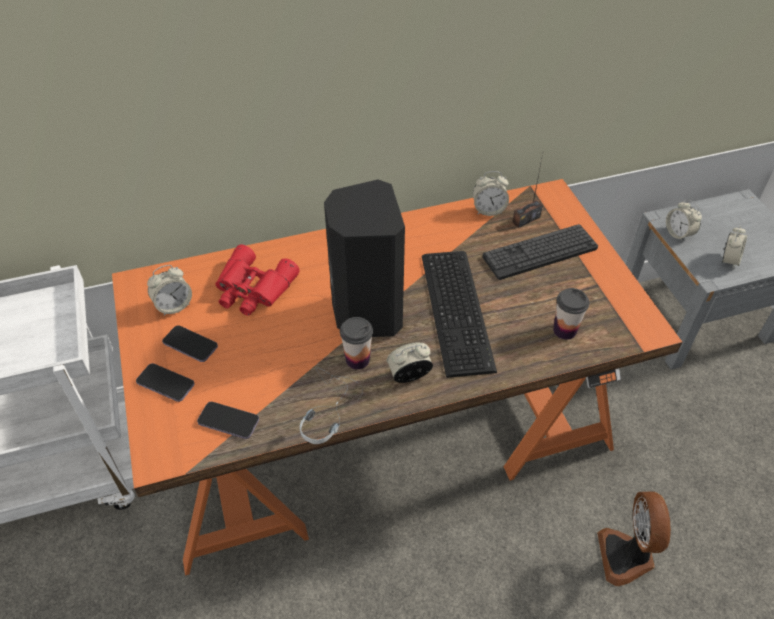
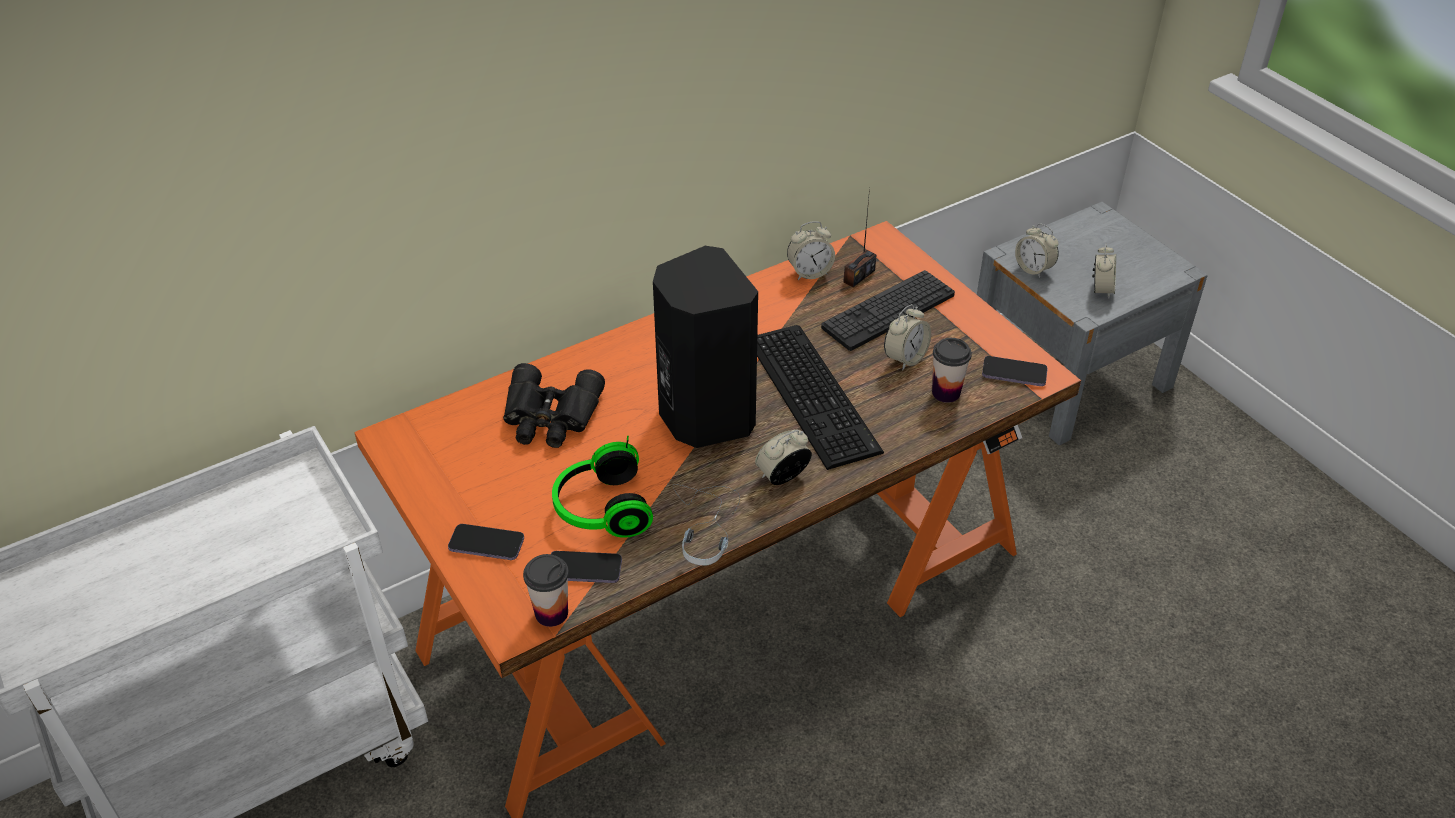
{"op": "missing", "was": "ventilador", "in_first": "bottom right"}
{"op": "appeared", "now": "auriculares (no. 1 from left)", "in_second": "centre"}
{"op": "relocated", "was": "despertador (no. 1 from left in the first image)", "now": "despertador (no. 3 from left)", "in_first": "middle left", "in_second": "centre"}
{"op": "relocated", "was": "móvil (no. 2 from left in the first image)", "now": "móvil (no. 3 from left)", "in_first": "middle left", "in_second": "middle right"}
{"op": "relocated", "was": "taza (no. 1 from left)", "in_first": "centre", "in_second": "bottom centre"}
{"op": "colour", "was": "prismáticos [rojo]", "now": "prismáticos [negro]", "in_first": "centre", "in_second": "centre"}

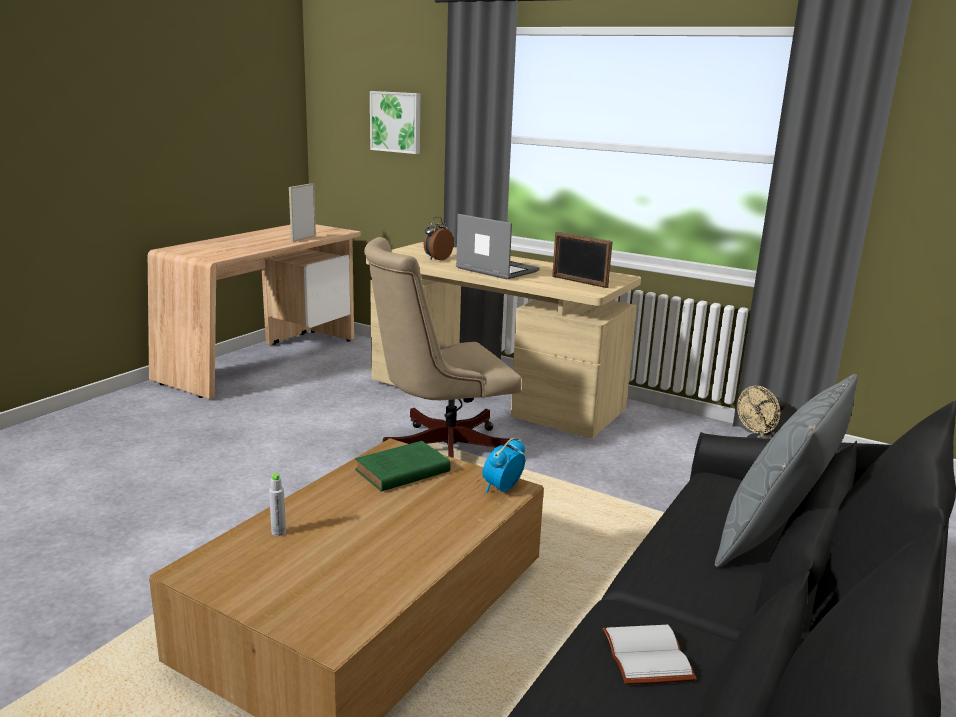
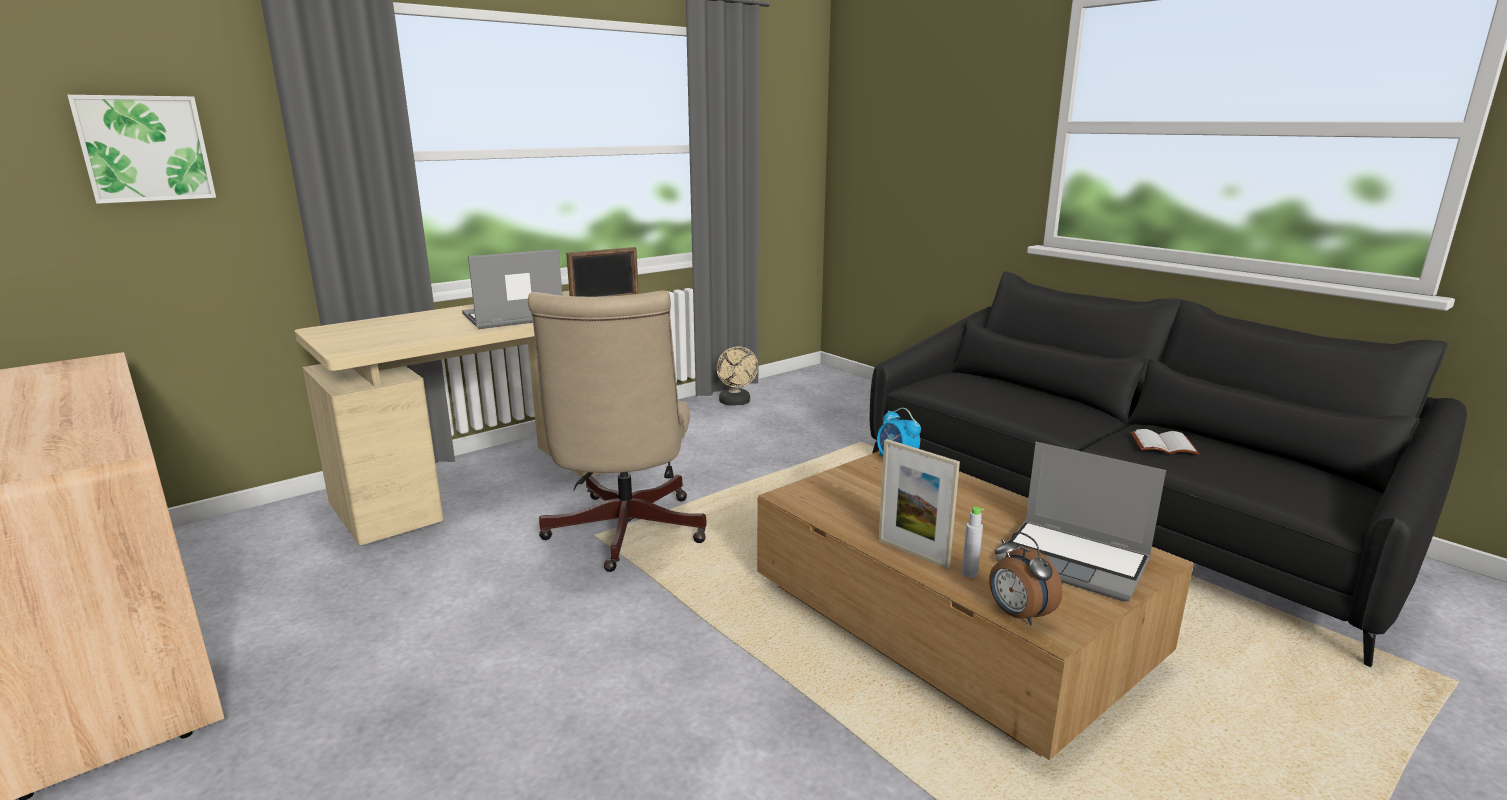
{"op": "missing", "was": "libro [verde]", "in_first": "centre"}
{"op": "missing", "was": "cojín [gris]", "in_first": "middle right"}
{"op": "appeared", "now": "portátil (no. 2 from left)", "in_second": "middle right"}
{"op": "relocated", "was": "portarretratos (no. 1 from left in the first image)", "now": "portarretratos (no. 2 from left)", "in_first": "top left", "in_second": "centre"}
{"op": "relocated", "was": "despertador (no. 1 from left in the first image)", "now": "despertador (no. 2 from left)", "in_first": "top centre", "in_second": "bottom right"}

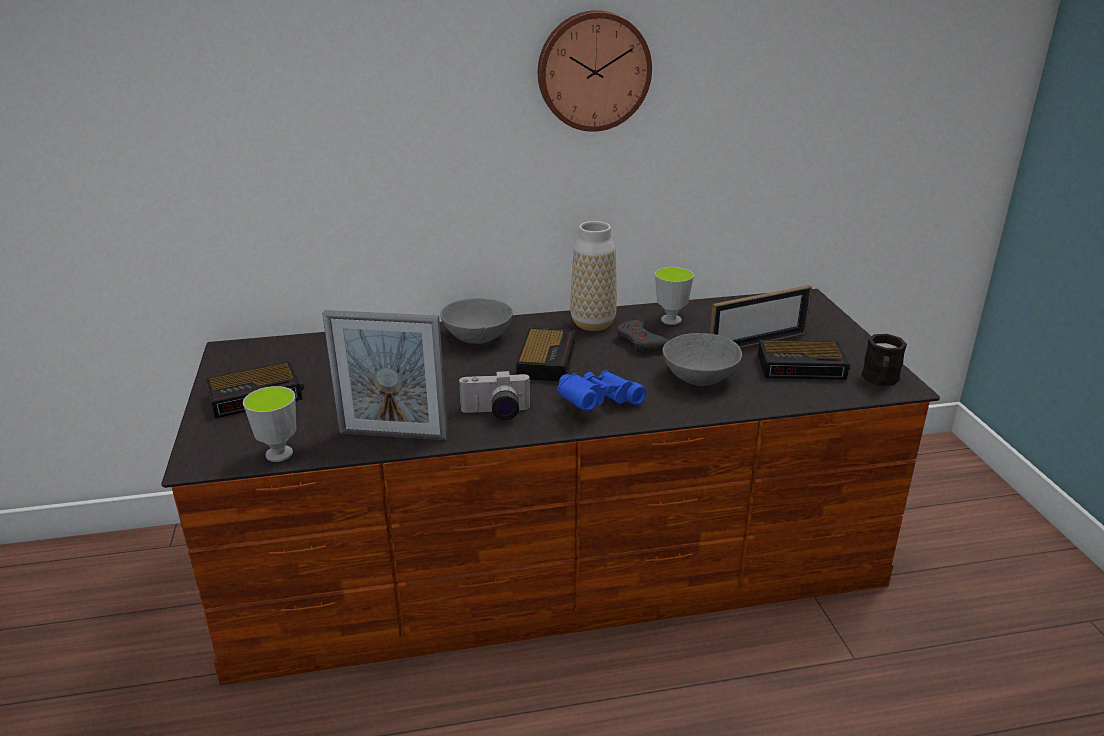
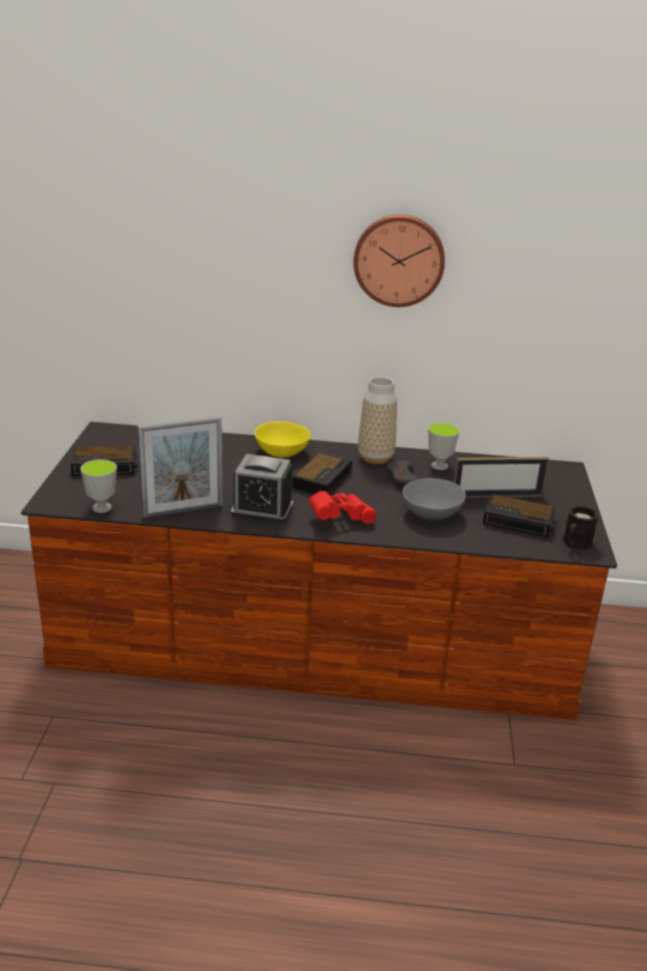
{"op": "exchanged", "was": "cámara", "now": "despertador (no. 2 from left)", "in_first": "centre", "in_second": "centre"}
{"op": "colour", "was": "cuenco [gris] (no. 1 from left)", "now": "cuenco [amarillo]", "in_first": "centre", "in_second": "centre"}
{"op": "colour", "was": "prismáticos [azul]", "now": "prismáticos [rojo]", "in_first": "centre", "in_second": "centre"}
{"op": "spun", "was": "portarretratos (no. 1 from left)", "in_first": "centre", "in_second": "middle left", "clockwise": -45}

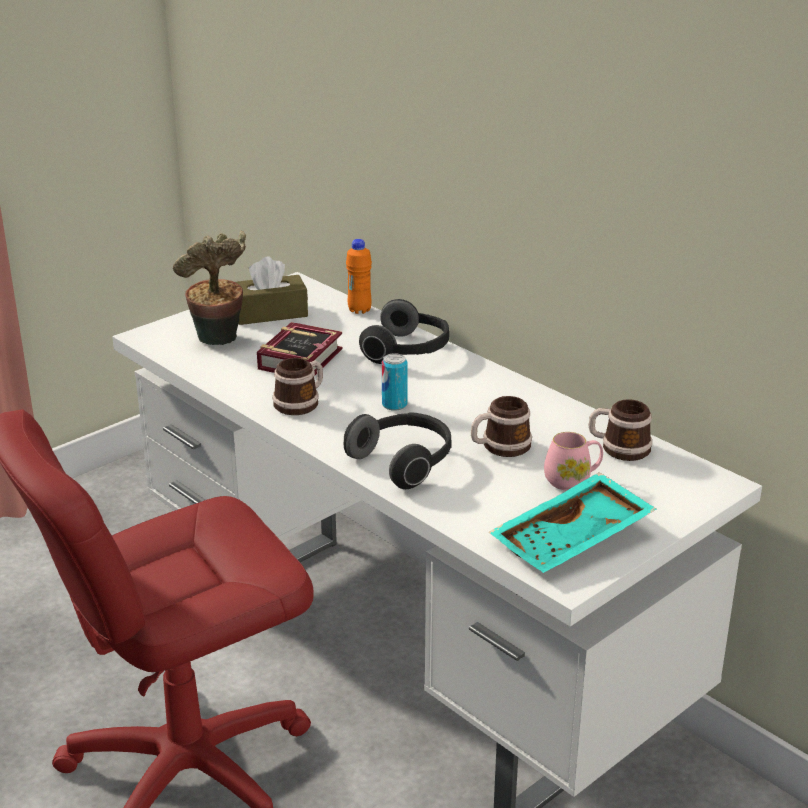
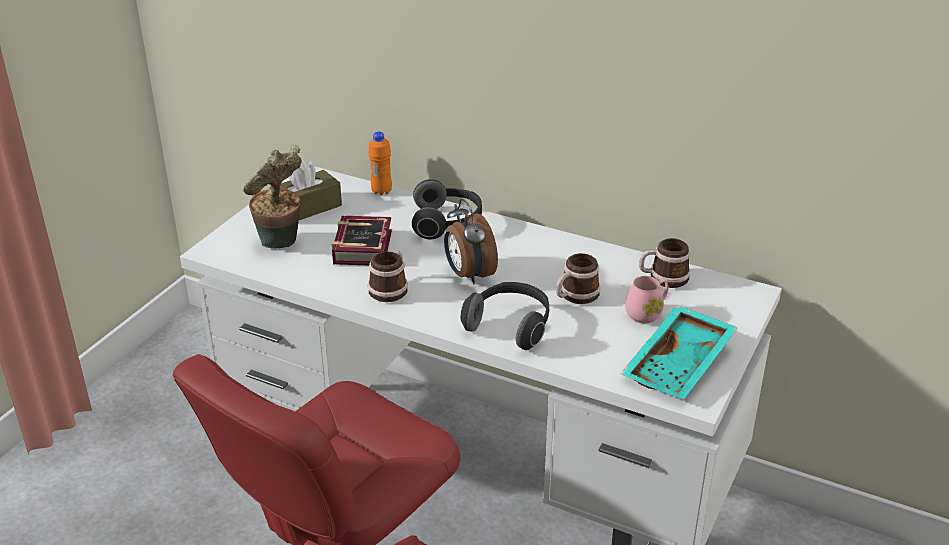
{"op": "exchanged", "was": "lata", "now": "despertador", "in_first": "centre", "in_second": "centre"}

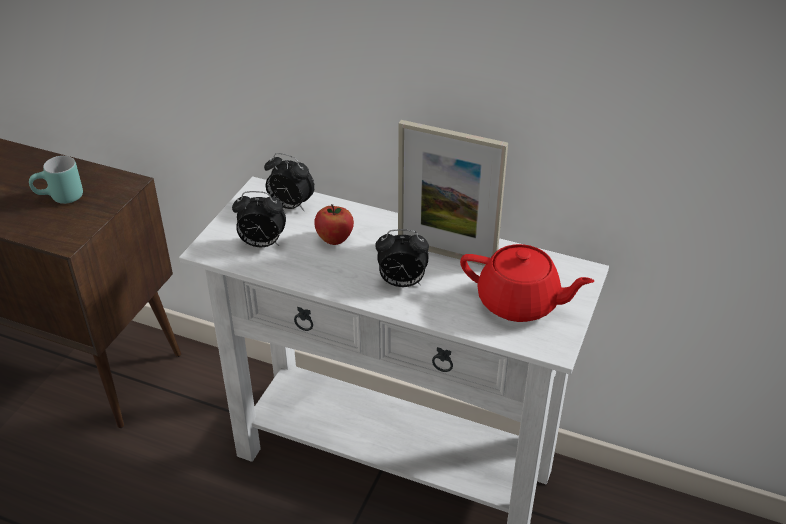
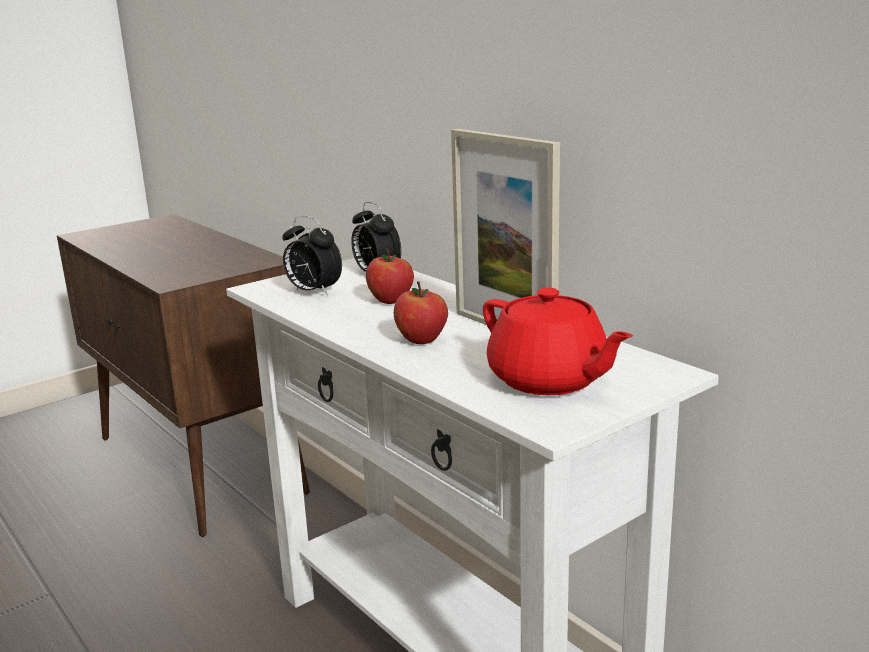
{"op": "missing", "was": "taza grande [turquesa]", "in_first": "middle left"}
{"op": "exchanged", "was": "despertador (no. 3 from left)", "now": "manzana (no. 2 from left)", "in_first": "centre", "in_second": "centre"}

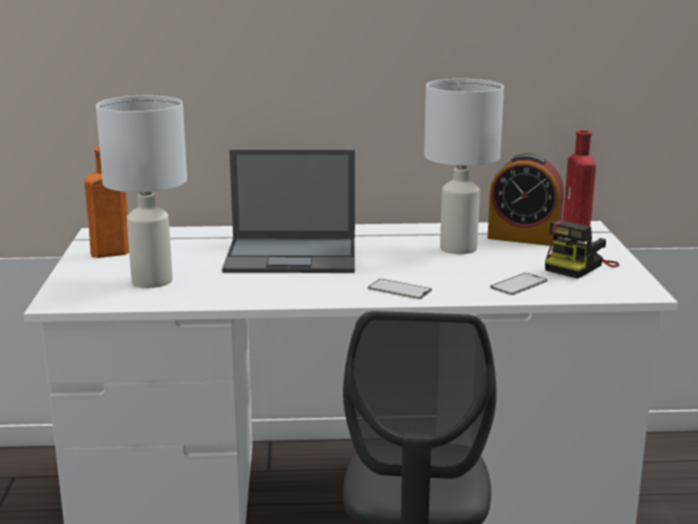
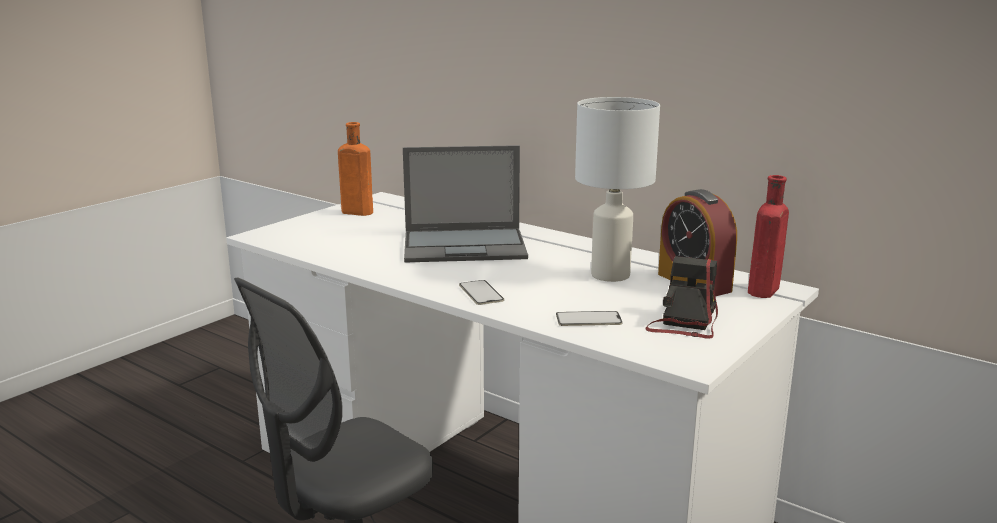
{"op": "missing", "was": "lámpara de mesa [blanco] (no. 1 from left)", "in_first": "middle left"}
{"op": "spun", "was": "portátil", "in_first": "centre", "in_second": "centre", "clockwise": -45}
{"op": "spun", "was": "cámara", "in_first": "middle right", "in_second": "middle right", "clockwise": 120}

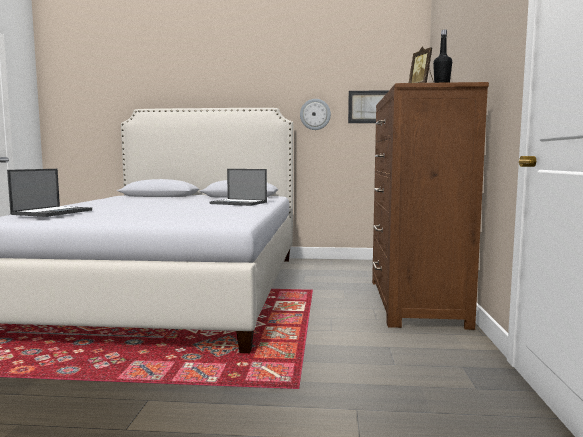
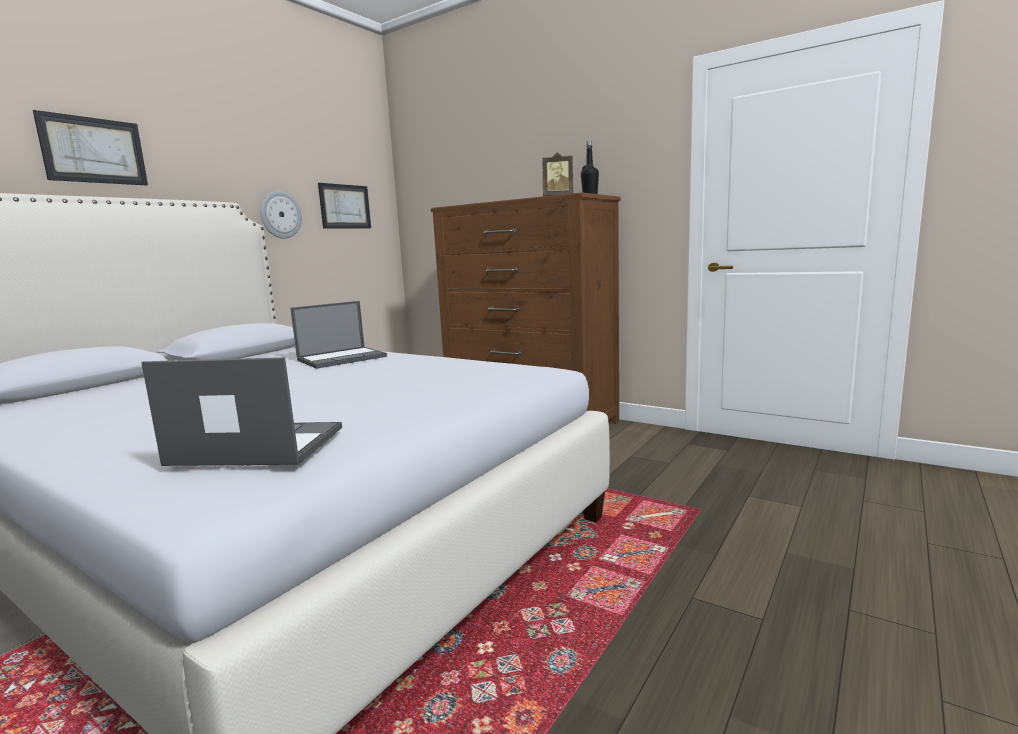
{"op": "appeared", "now": "cuadro (no. 1 from left)", "in_second": "top left"}
{"op": "spun", "was": "portátil (no. 1 from left)", "in_first": "middle left", "in_second": "middle left", "clockwise": -45}

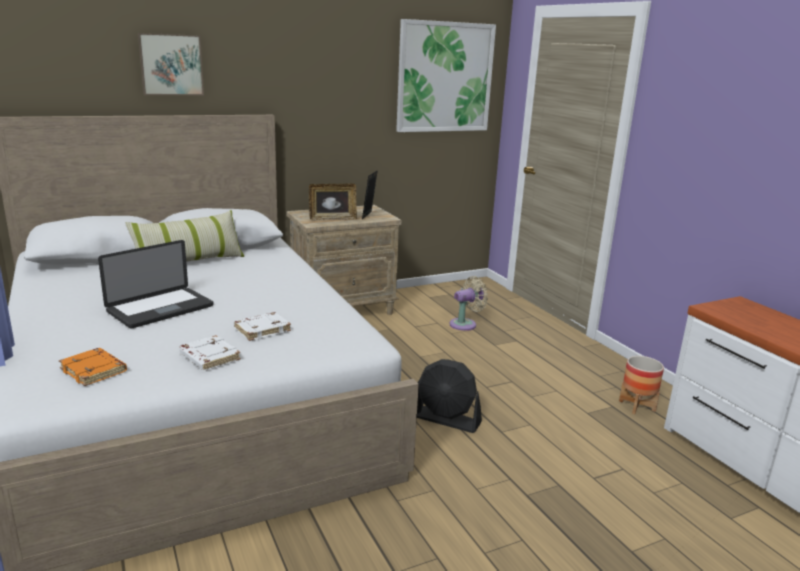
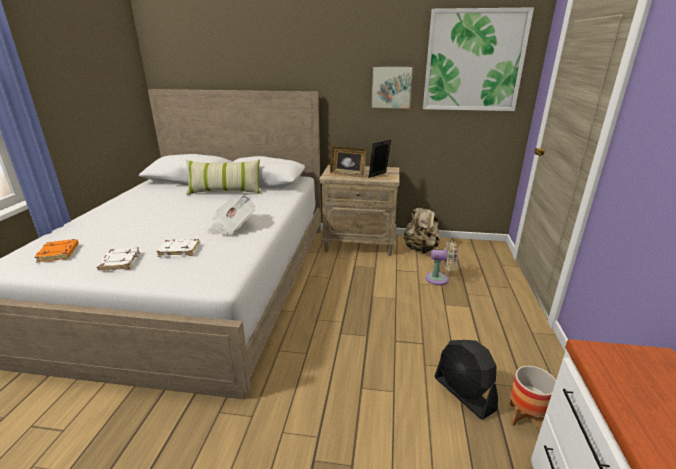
{"op": "missing", "was": "portátil", "in_first": "middle left"}
{"op": "appeared", "now": "periódico", "in_second": "centre"}
{"op": "appeared", "now": "mochila [beis]", "in_second": "centre"}
{"op": "relocated", "was": "cuadro (no. 1 from left)", "in_first": "top left", "in_second": "top centre"}
{"op": "relocated", "was": "ventilador [negro]", "in_first": "bottom centre", "in_second": "bottom right"}

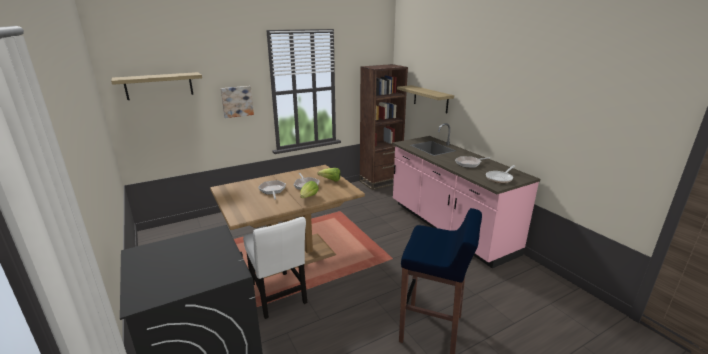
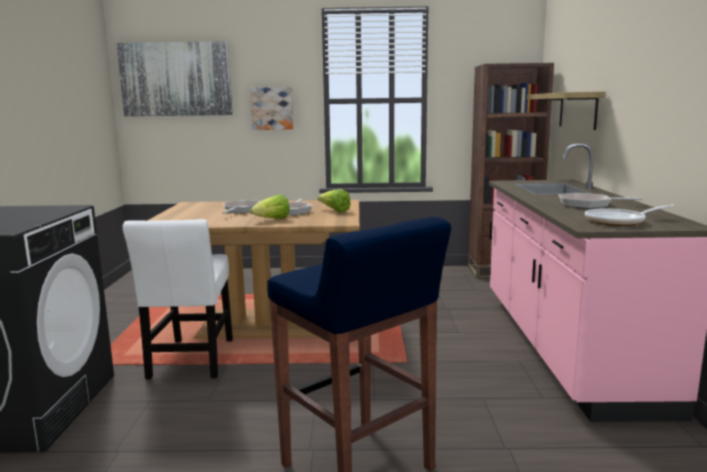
{"op": "exchanged", "was": "estante (no. 1 from left)", "now": "cuadro (no. 1 from left)", "in_first": "top left", "in_second": "top left"}

